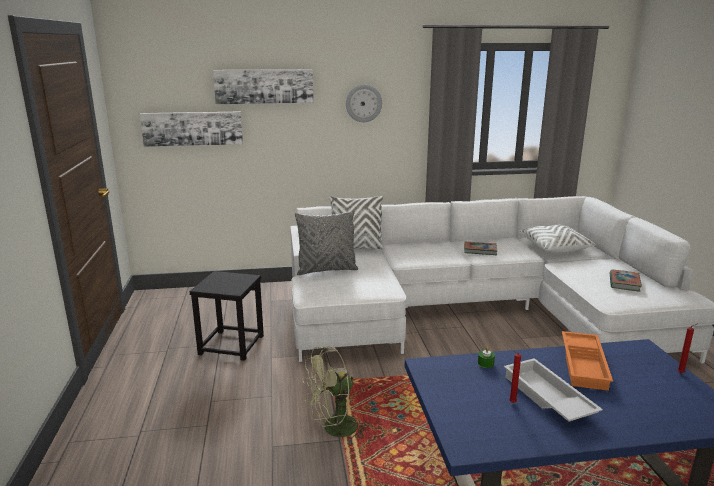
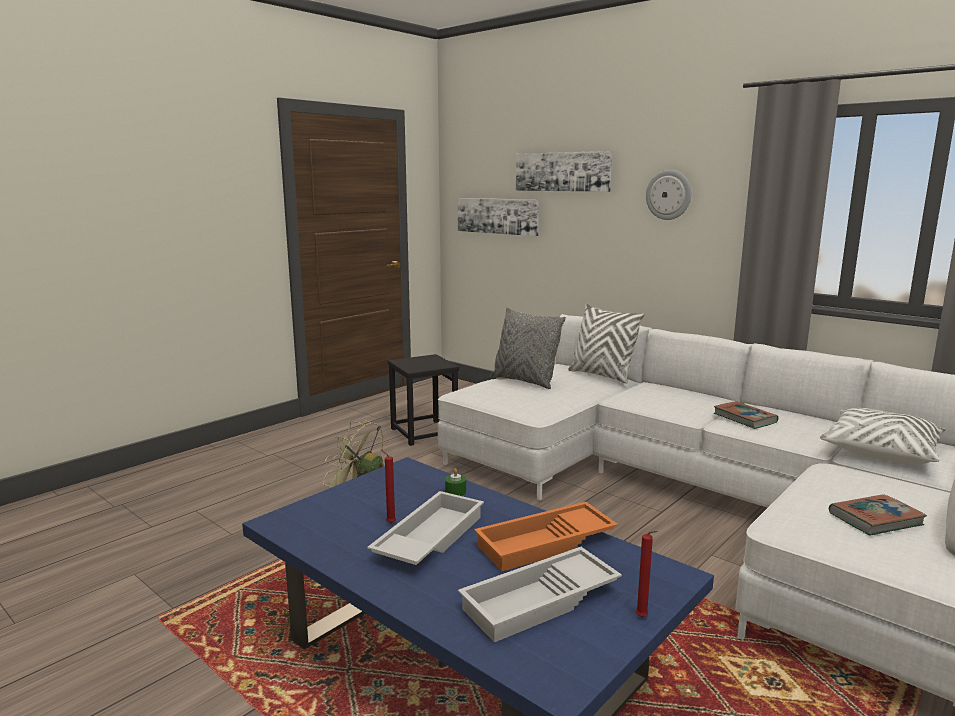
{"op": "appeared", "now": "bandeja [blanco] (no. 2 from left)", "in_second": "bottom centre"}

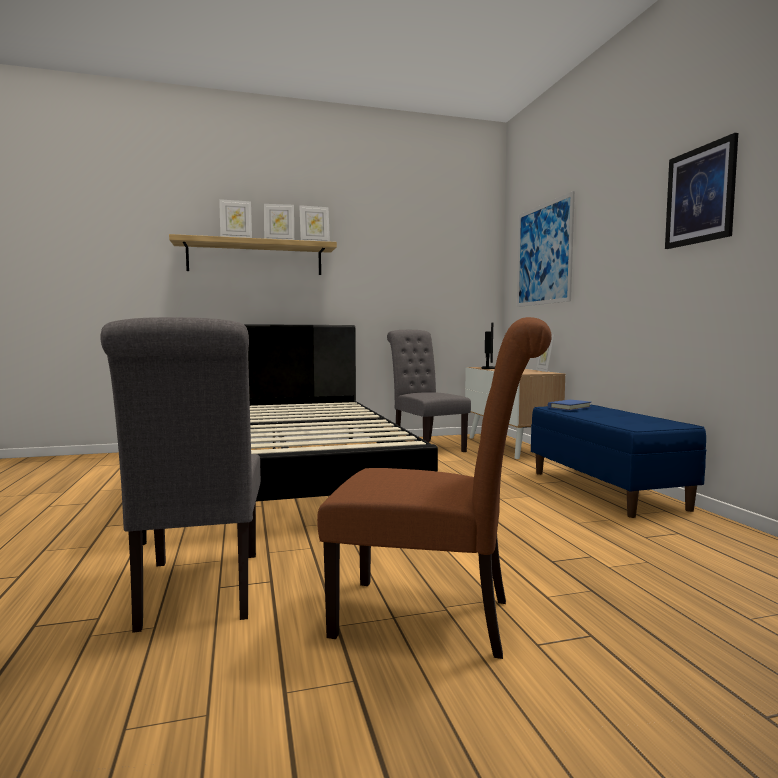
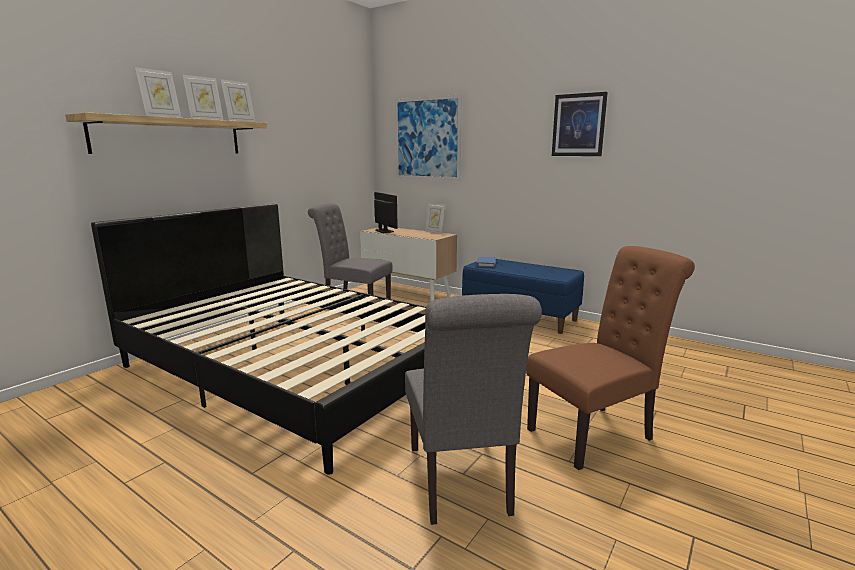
{"op": "spun", "was": "silla [gris] (no. 1 from left in the first image)", "in_first": "middle left", "in_second": "bottom centre", "clockwise": 45}

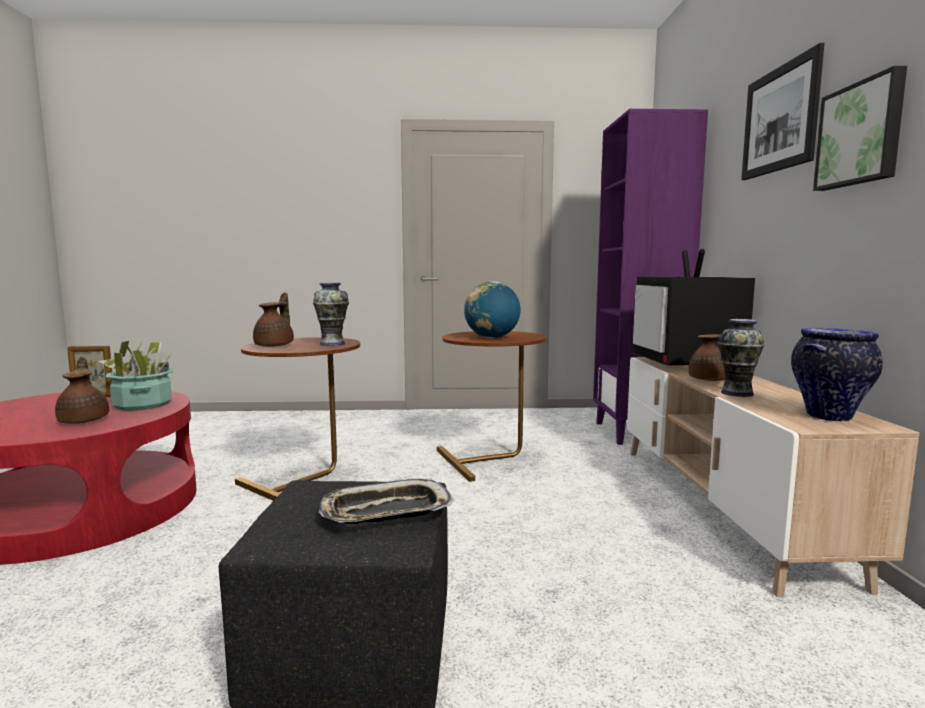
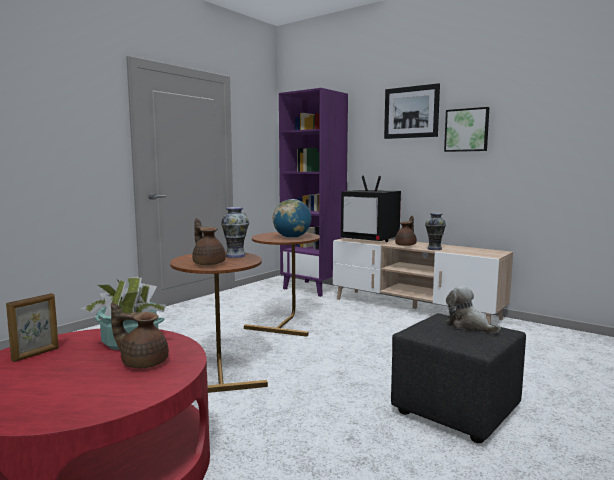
{"op": "missing", "was": "florero (no. 3 from left)", "in_first": "middle right"}
{"op": "exchanged", "was": "bandeja", "now": "peluche", "in_first": "bottom centre", "in_second": "middle right"}

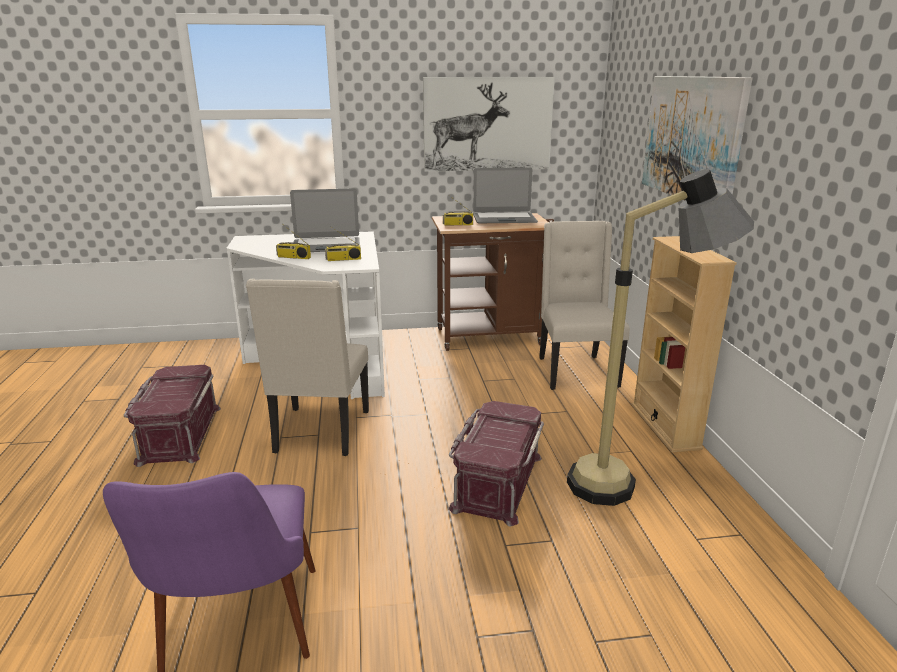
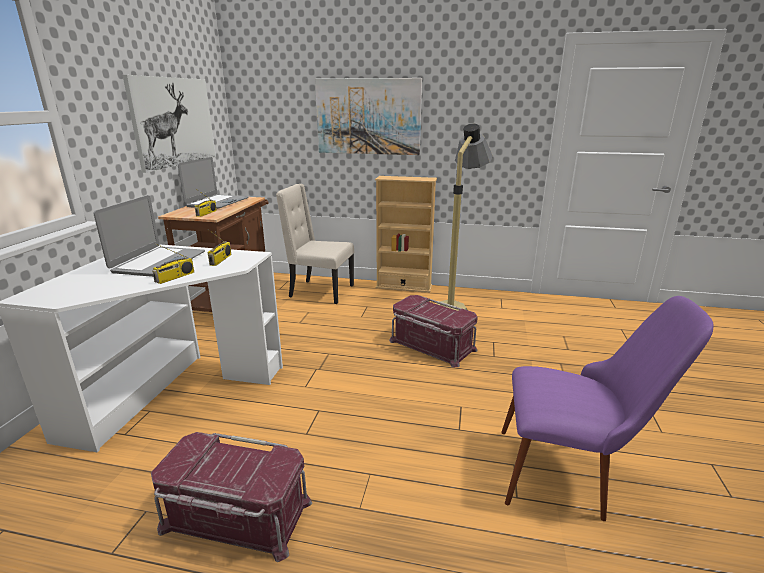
{"op": "missing", "was": "silla [beis] (no. 1 from left)", "in_first": "centre"}

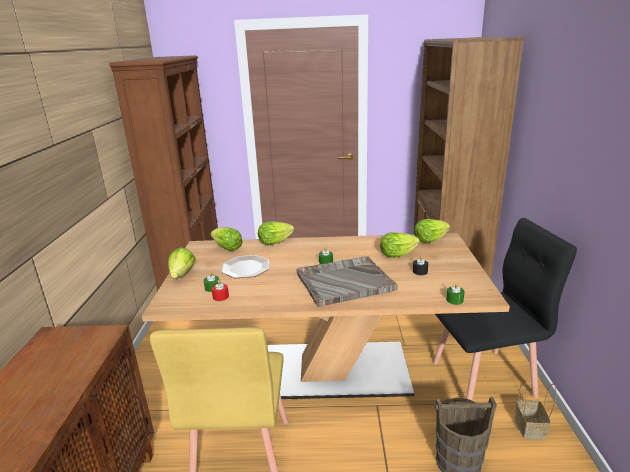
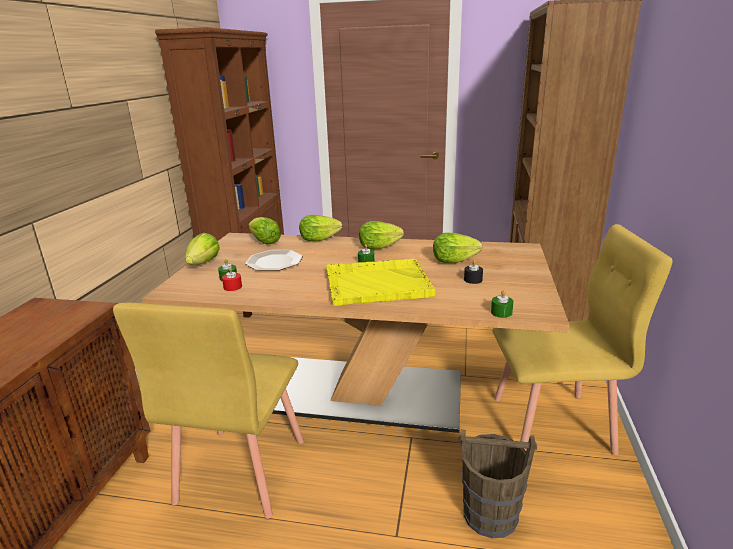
{"op": "missing", "was": "cesta", "in_first": "bottom right"}
{"op": "relocated", "was": "lechuga (no. 5 from left in the first image)", "now": "lechuga (no. 4 from left)", "in_first": "middle right", "in_second": "centre"}
{"op": "colour", "was": "bandeja [gris]", "now": "bandeja [amarillo]", "in_first": "centre", "in_second": "centre"}
{"op": "colour", "was": "silla [negro]", "now": "silla [amarillo] (no. 2 from left)", "in_first": "middle right", "in_second": "middle right"}

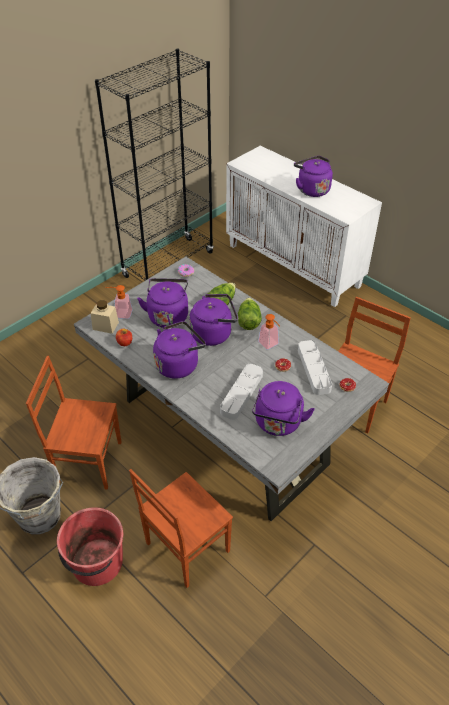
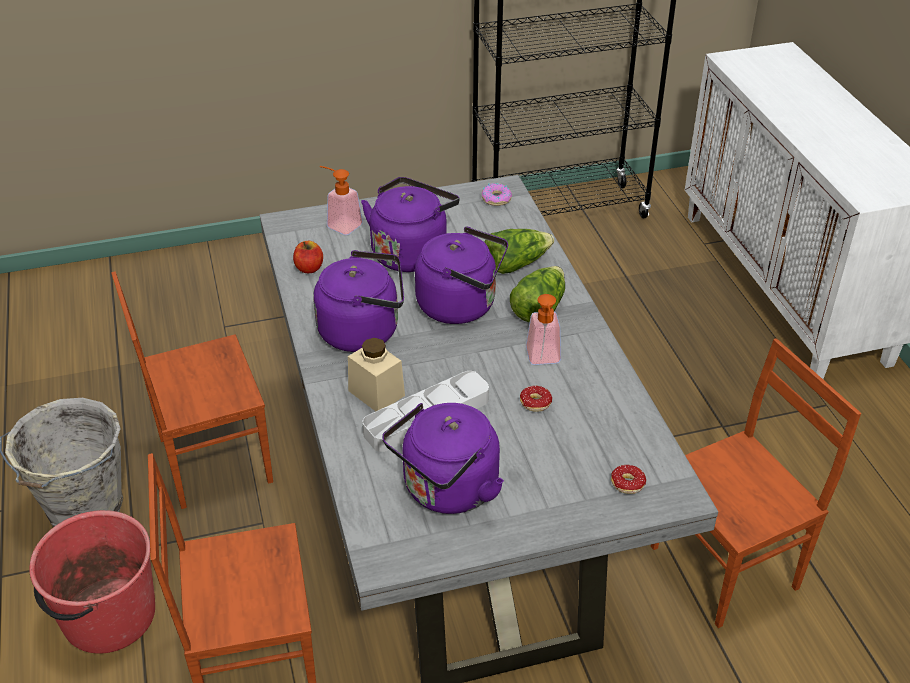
{"op": "missing", "was": "hervidor [morado] (no. 5 from left)", "in_first": "top right"}
{"op": "missing", "was": "bandeja [gris] (no. 2 from left)", "in_first": "middle right"}
{"op": "relocated", "was": "tarro [beis]", "in_first": "middle left", "in_second": "centre"}
{"op": "spun", "was": "silla [marrón] (no. 1 from left)", "in_first": "middle left", "in_second": "middle left", "clockwise": -60}

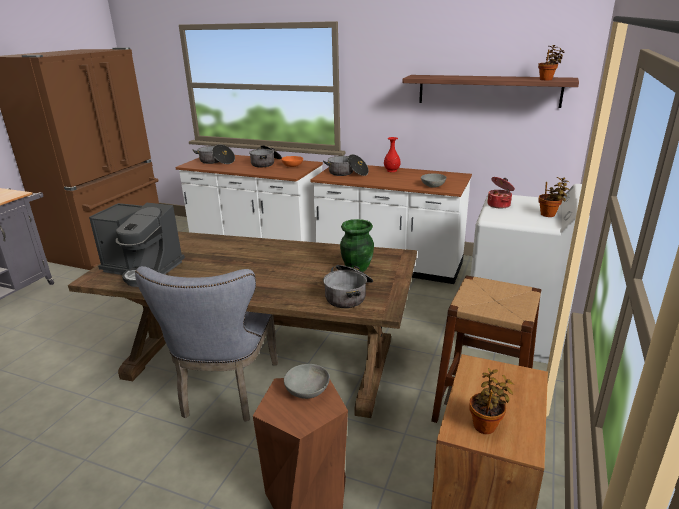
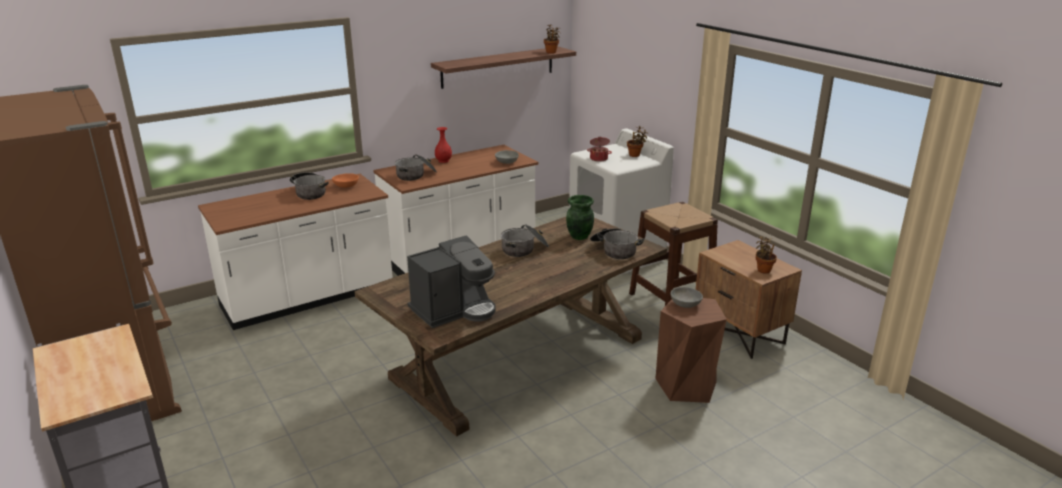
{"op": "missing", "was": "silla [gris]", "in_first": "bottom left"}
{"op": "relocated", "was": "olla (no. 1 from left in the first image)", "now": "olla (no. 3 from left)", "in_first": "top left", "in_second": "centre"}

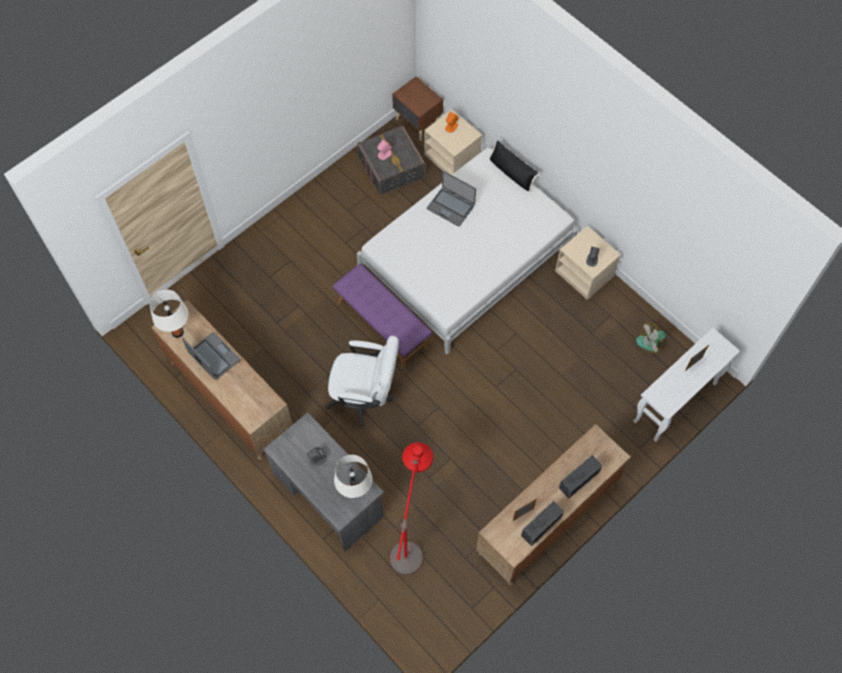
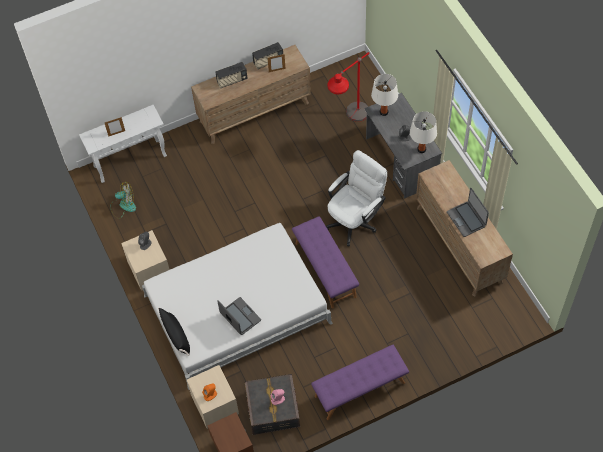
{"op": "appeared", "now": "banco [morado] (no. 2 from left)", "in_second": "bottom centre"}
{"op": "relocated", "was": "lámpara de mesa [blanco] (no. 1 from left in the first image)", "now": "lámpara de mesa [blanco] (no. 2 from left)", "in_first": "middle left", "in_second": "top right"}
{"op": "spun", "was": "silla de oficina [blanco]", "in_first": "centre", "in_second": "centre", "clockwise": 105}

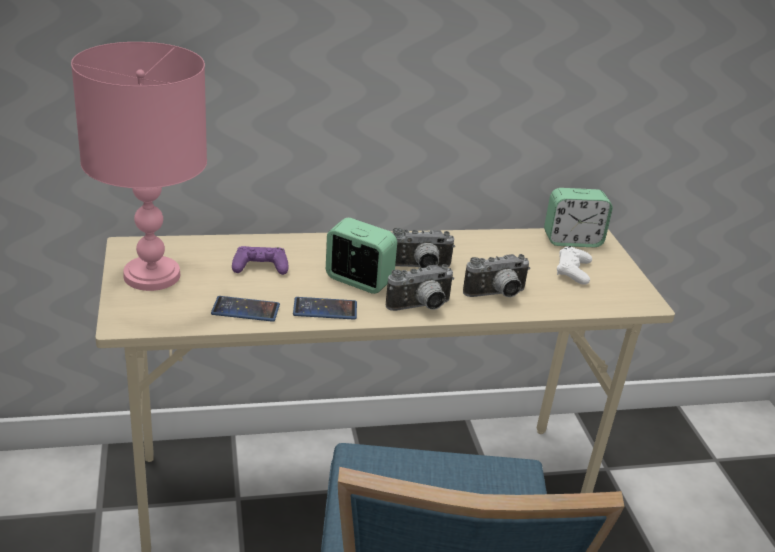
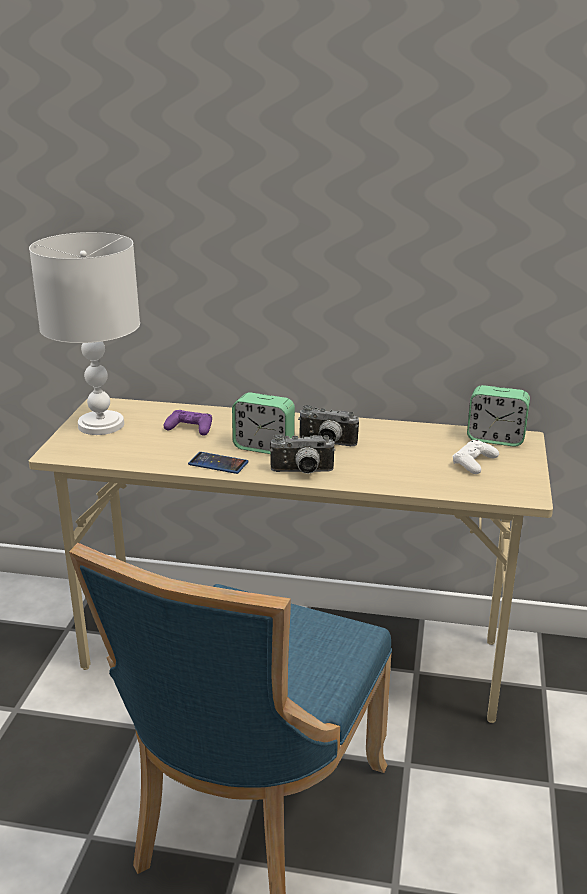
{"op": "missing", "was": "móvil (no. 1 from left)", "in_first": "middle left"}
{"op": "missing", "was": "cámara (no. 3 from left)", "in_first": "centre"}
{"op": "colour", "was": "lámpara de mesa [rosa]", "now": "lámpara de mesa [blanco]", "in_first": "top left", "in_second": "middle left"}
{"op": "spun", "was": "despertador (no. 1 from left)", "in_first": "centre", "in_second": "centre", "clockwise": 150}

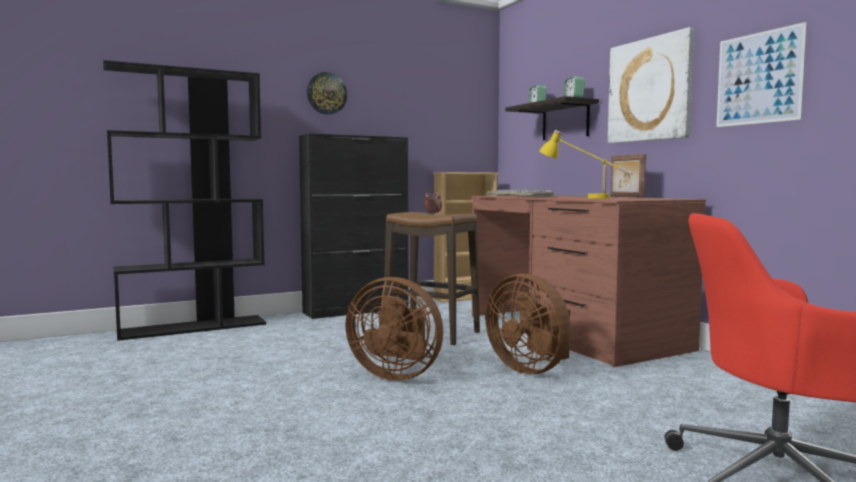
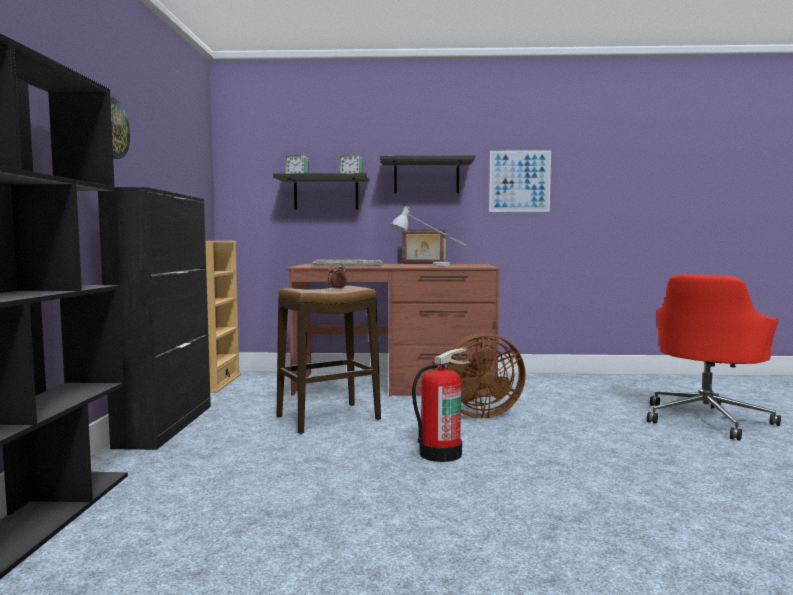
{"op": "exchanged", "was": "ventilador [marrón] (no. 1 from left)", "now": "extintor", "in_first": "bottom centre", "in_second": "bottom centre"}
{"op": "exchanged", "was": "cuadro (no. 1 from left)", "now": "estante (no. 2 from left)", "in_first": "top right", "in_second": "top centre"}
{"op": "colour", "was": "lámpara de mesa [amarillo]", "now": "lámpara de mesa [blanco]", "in_first": "middle right", "in_second": "centre"}

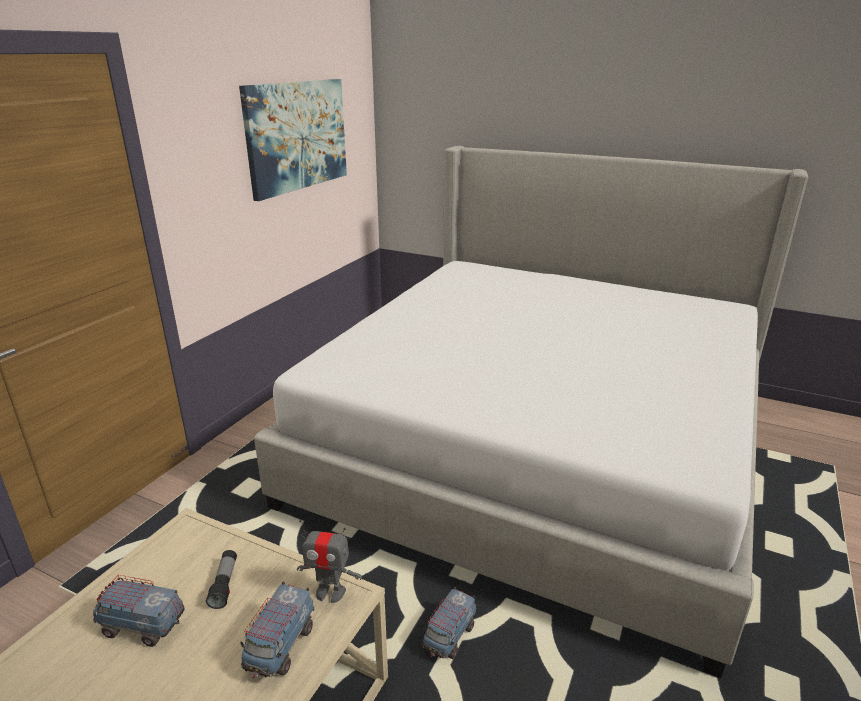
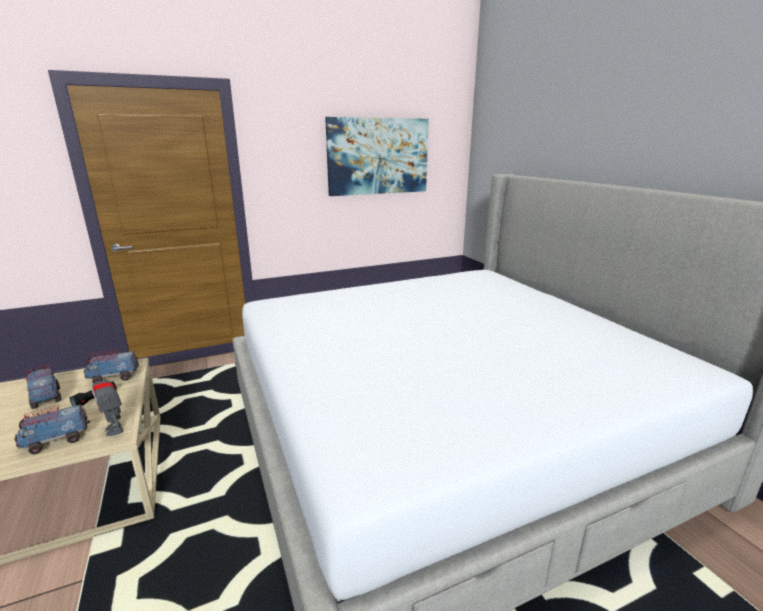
{"op": "relocated", "was": "camión de juguete (no. 3 from left)", "in_first": "bottom centre", "in_second": "middle left"}

